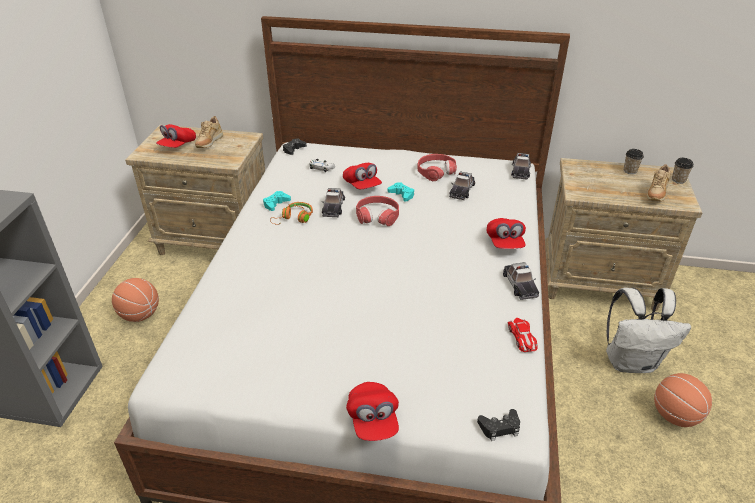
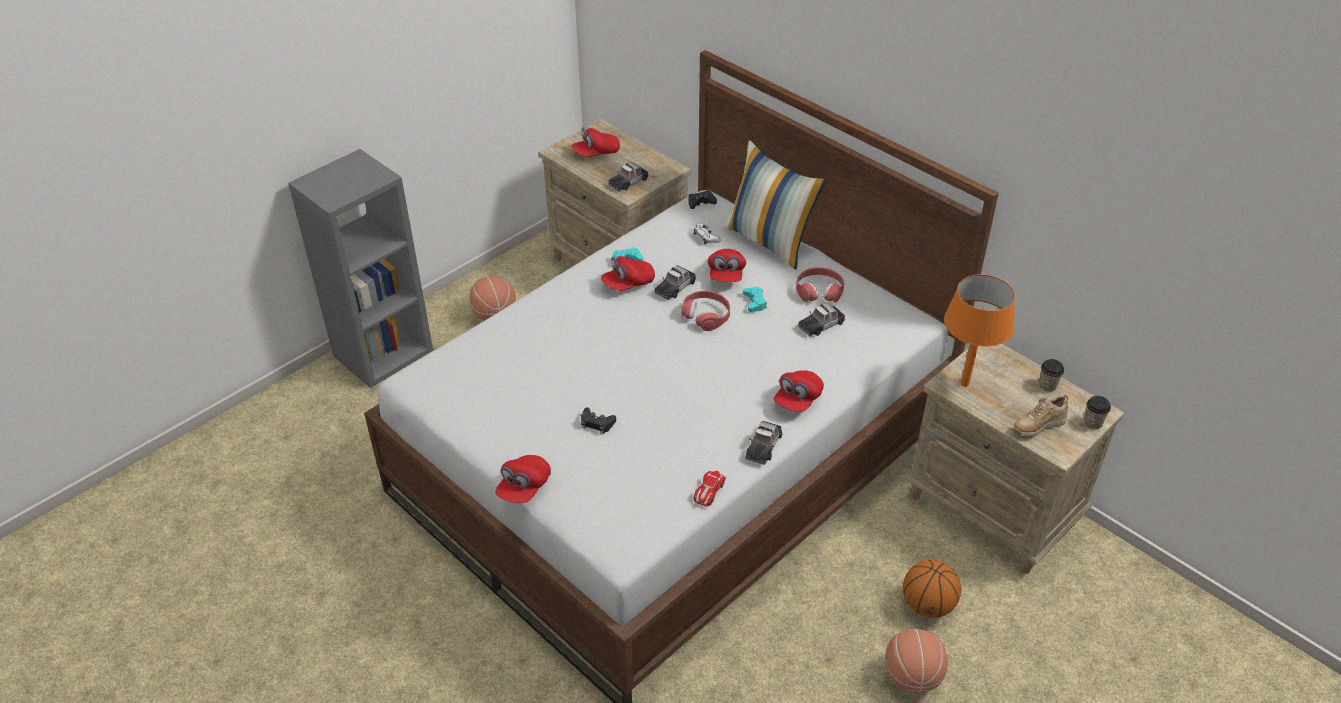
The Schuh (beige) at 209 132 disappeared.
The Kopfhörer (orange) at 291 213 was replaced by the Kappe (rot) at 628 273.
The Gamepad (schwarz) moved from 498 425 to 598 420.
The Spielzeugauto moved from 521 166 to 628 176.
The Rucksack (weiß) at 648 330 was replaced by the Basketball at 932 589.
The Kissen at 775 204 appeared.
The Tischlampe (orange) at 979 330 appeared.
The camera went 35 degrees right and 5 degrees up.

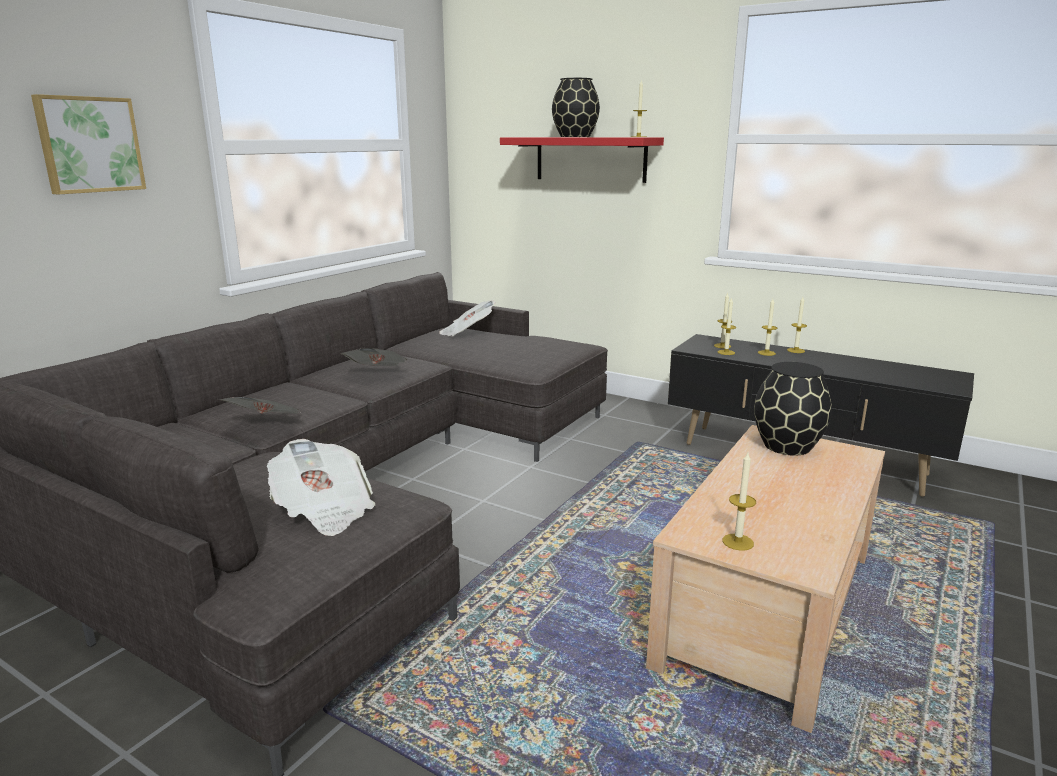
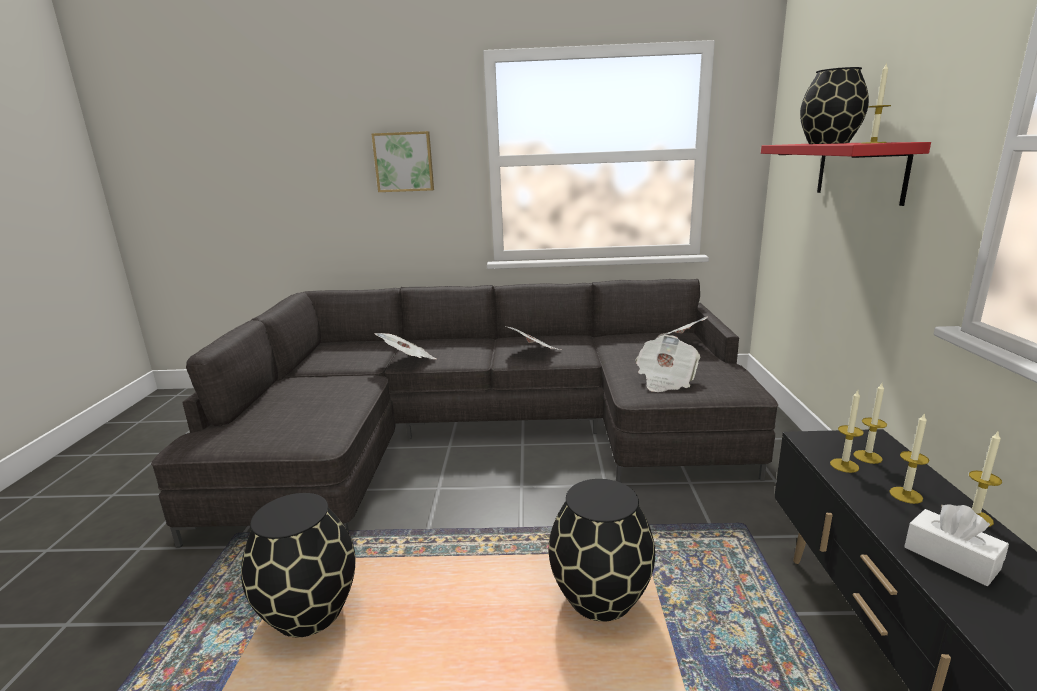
The Zeitung moved from 321 487 to 667 363.
The Kerze at 739 502 was replaced by the Vase (schwarz) at 298 565.
The Taschentuchbox (weiß) at 956 545 appeared.
The camera went 60 degrees right and 0 degrees up.

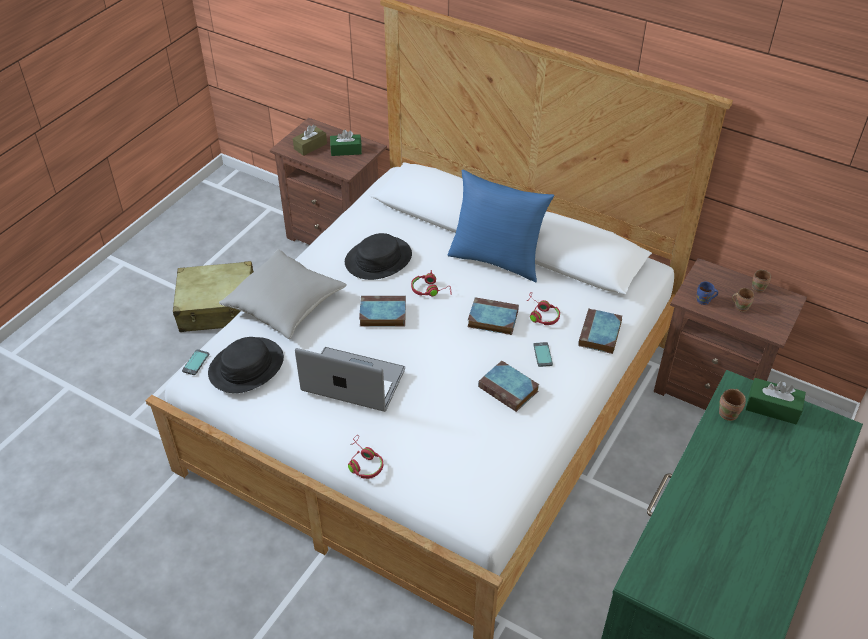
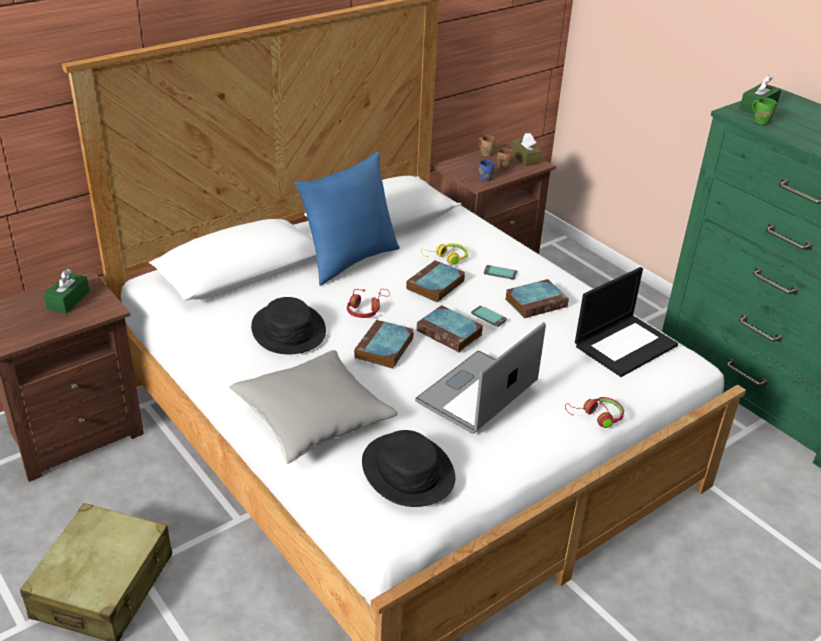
The Handy moved from 195 362 to 489 316.
The Taschentuchbox (braun) moved from 310 140 to 526 149.
The Kopfhörer (rot) at 543 309 became the Kopfhörer (gelb) at 444 254.
The Buch moved from 600 331 to 450 328.
The Henkelbecher (braun) at 732 405 became the Henkelbecher (grün) at 764 111.
The Laptop at 626 322 appeared.
The camera went 70 degrees left and 10 degrees down.

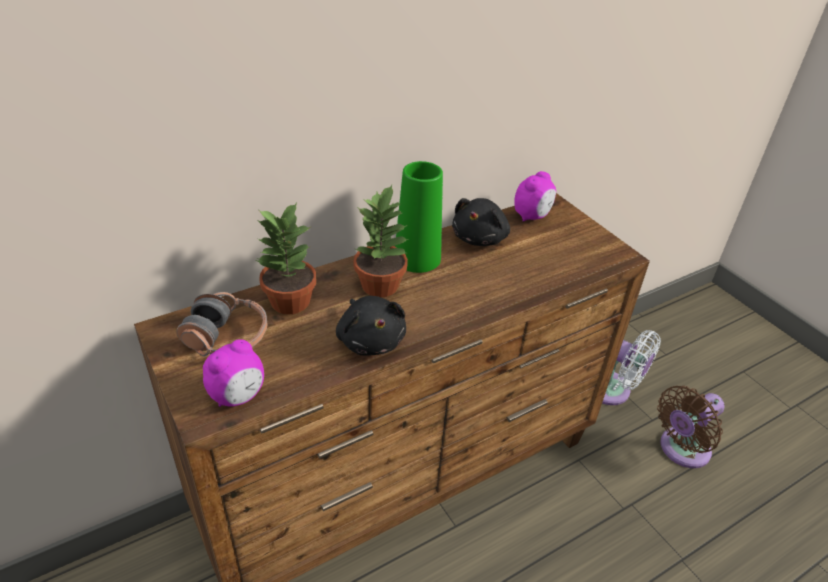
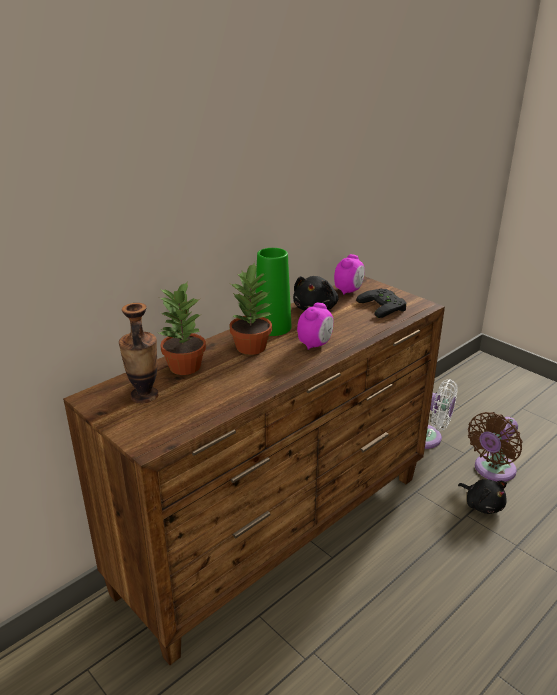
The Kopfhörer at 222 324 was replaced by the Vase at 139 353.
The Wecker moved from 233 373 to 315 326.
The Plüschtier (schwarz) moved from 371 325 to 482 496.
The Gamepad (schwarz) at 381 303 appeared.
The camera went 10 degrees left and 10 degrees down.

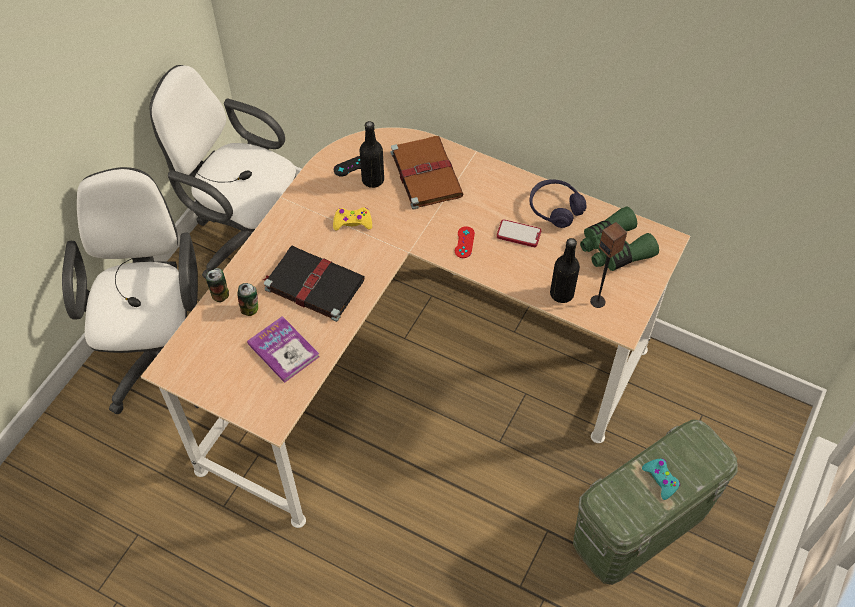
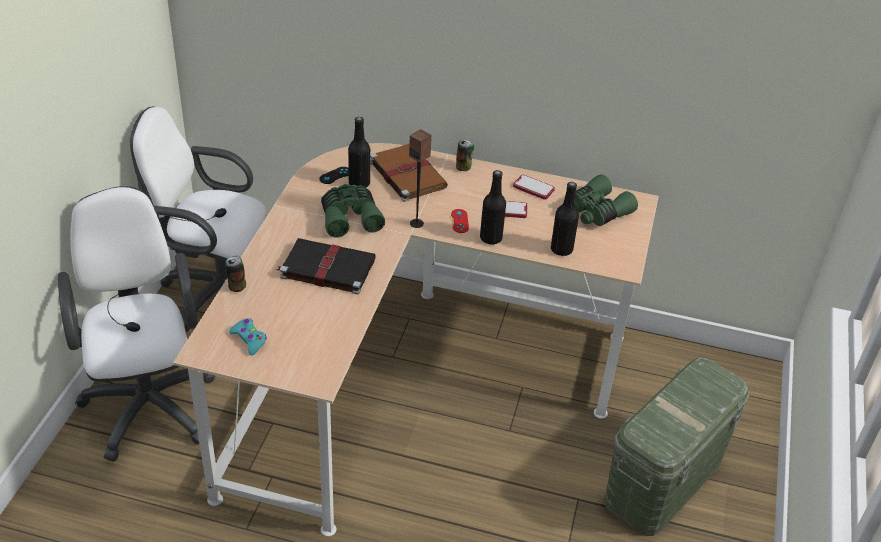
The Dose moved from 247 299 to 465 155.
The Buch at 283 349 disappeared.
The Gamepad (gelb) at 352 219 was replaced by the Fernglas (grün) at 353 211.
The Kopfhörer (lila) at 558 203 was replaced by the Handy at 534 187.
The Lautsprecher moved from 608 265 to 420 178.
The Gamepad (türkis) moved from 661 479 to 248 336.
The Flasche (schwarz) at 493 207 appeared.
The camera went 15 degrees left and 15 degrees down.

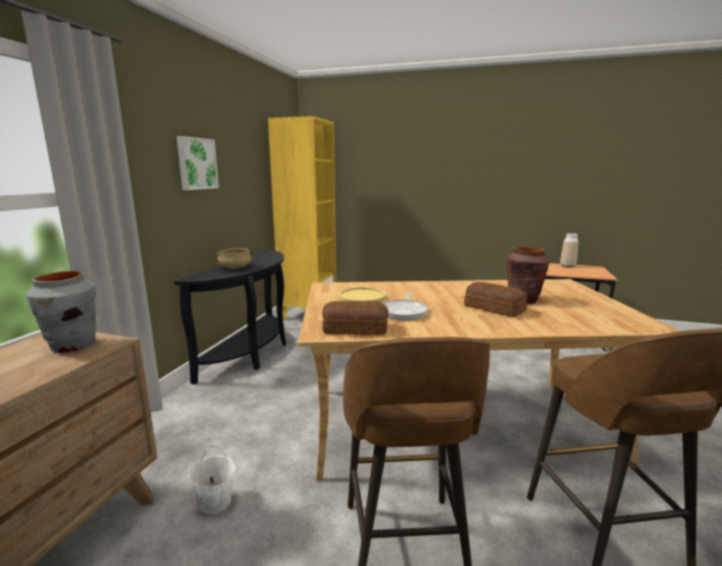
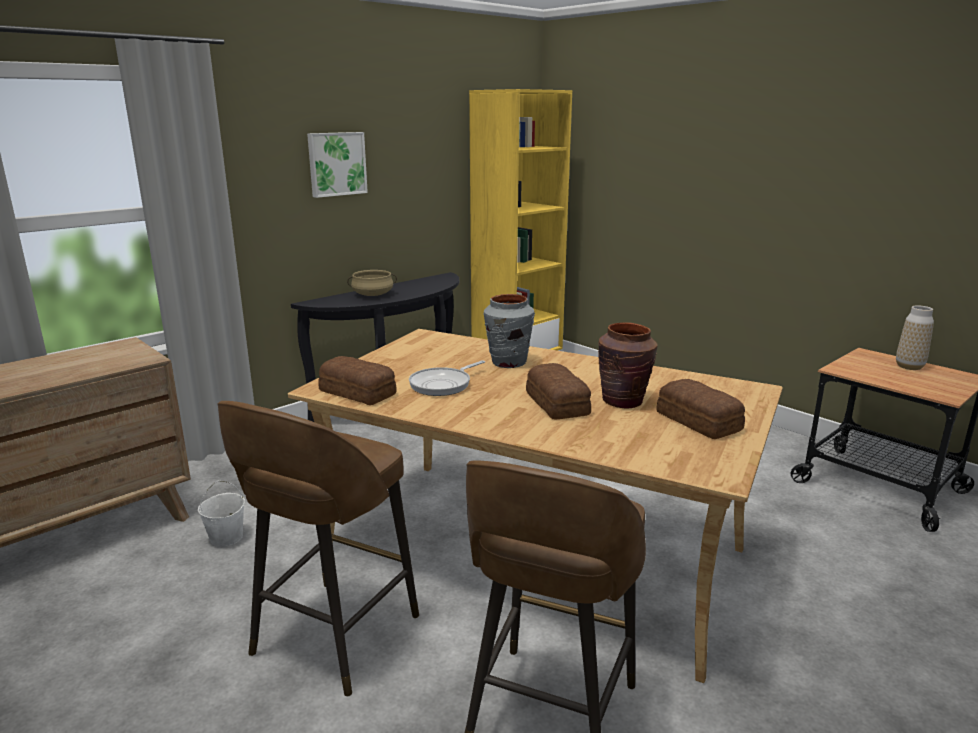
The Vase (grau) moved from 61 312 to 509 331.
The Teller (gelb) at 362 294 disappeared.
The Brot at 700 409 appeared.
The camera went 30 degrees right and 5 degrees up.

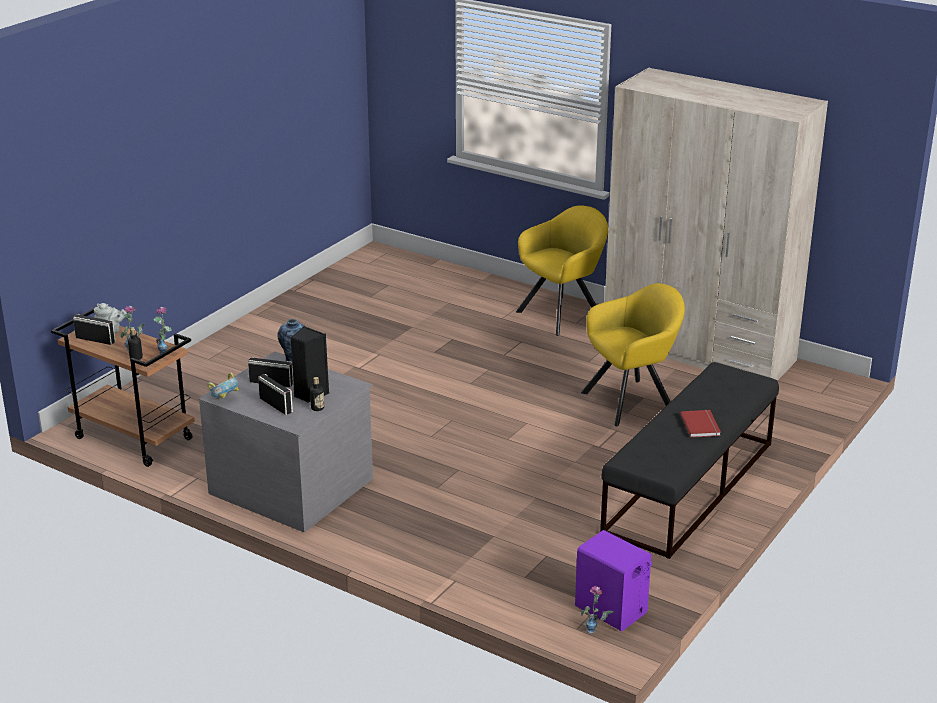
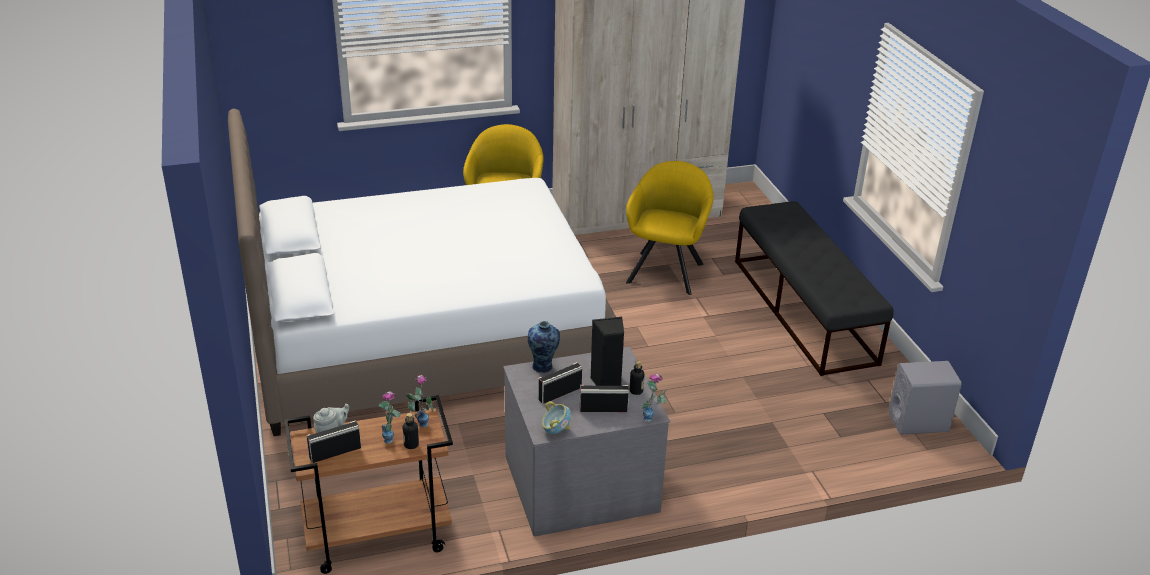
The Lautsprecher (lila) at 613 580 became the Lautsprecher (grau) at 925 398.
The Vase moved from 597 609 to 654 398.
The Buch (rot) at 700 423 disappeared.
The Bett (weiß) at 422 272 appeared.
The camera went 50 degrees left and 5 degrees up.

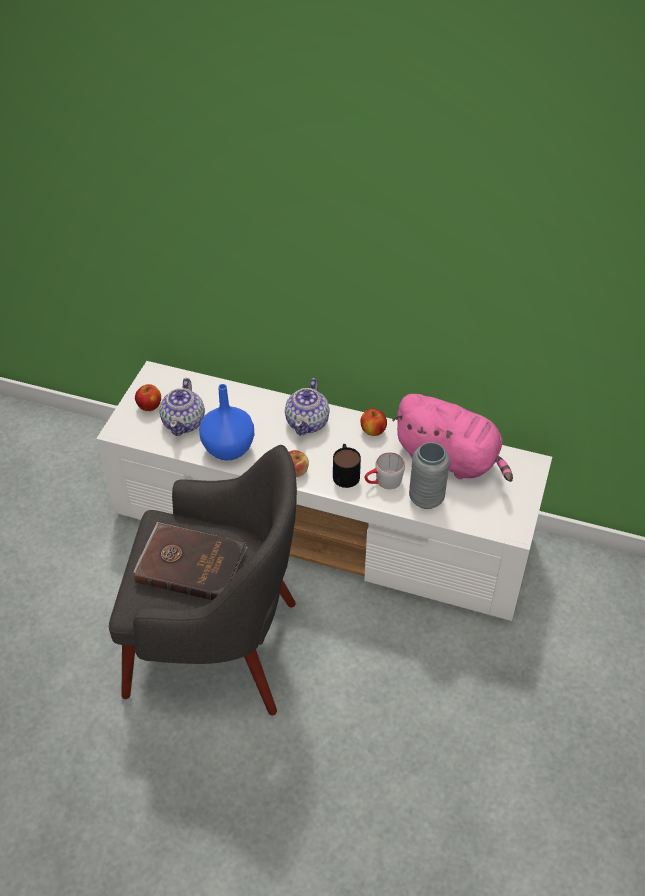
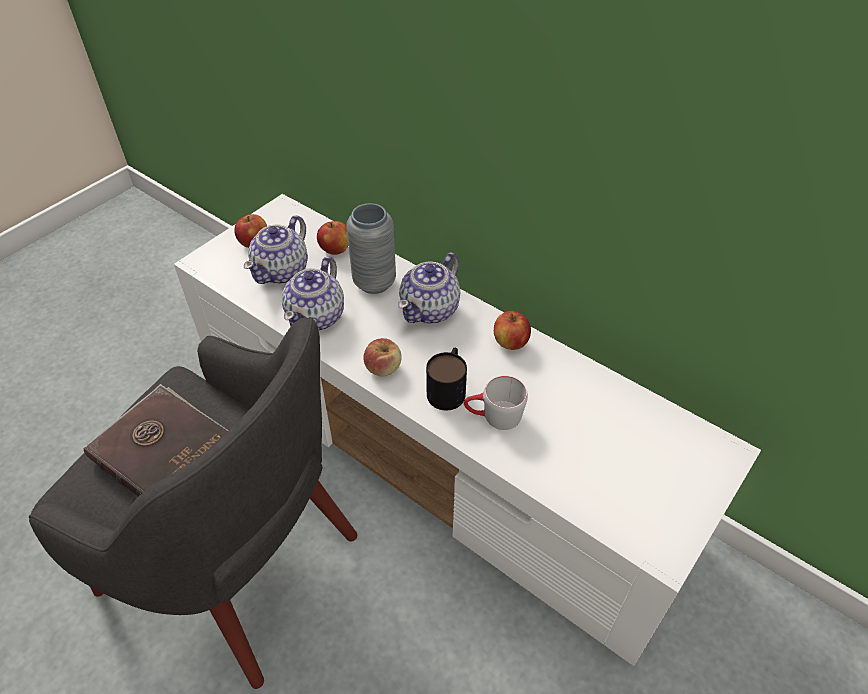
The Vase (blau) at 226 422 was replaced by the Teekanne at 313 293.
The Plüschtier (rosa) at 453 438 disappeared.
The Vase (grau) moved from 429 475 to 371 248.
The Apfel at 332 238 appeared.
The camera went 20 degrees right and 0 degrees up.

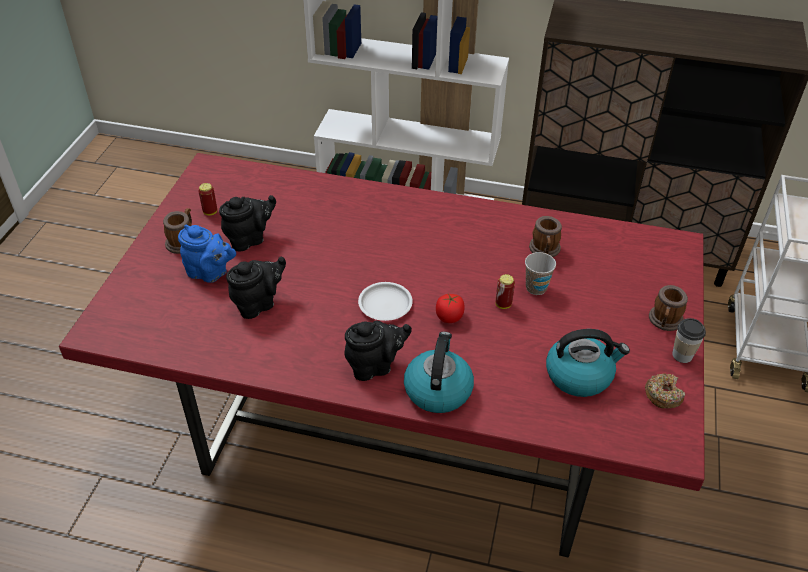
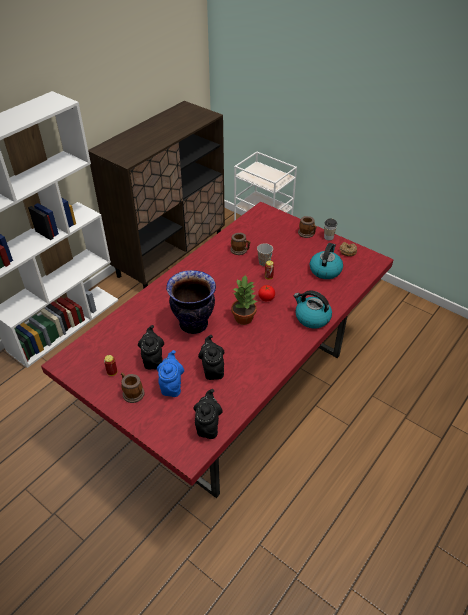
The Teekanne (blau) at 207 253 turned 45 degrees counterclockwise.
The Teekanne (schwarz) moved from 378 351 to 208 414.
The Teller (weiß) at 385 301 was replaced by the Topfpflanze at 244 300.
The Vase at 191 302 appeared.
The camera went 65 degrees left and 0 degrees up.

